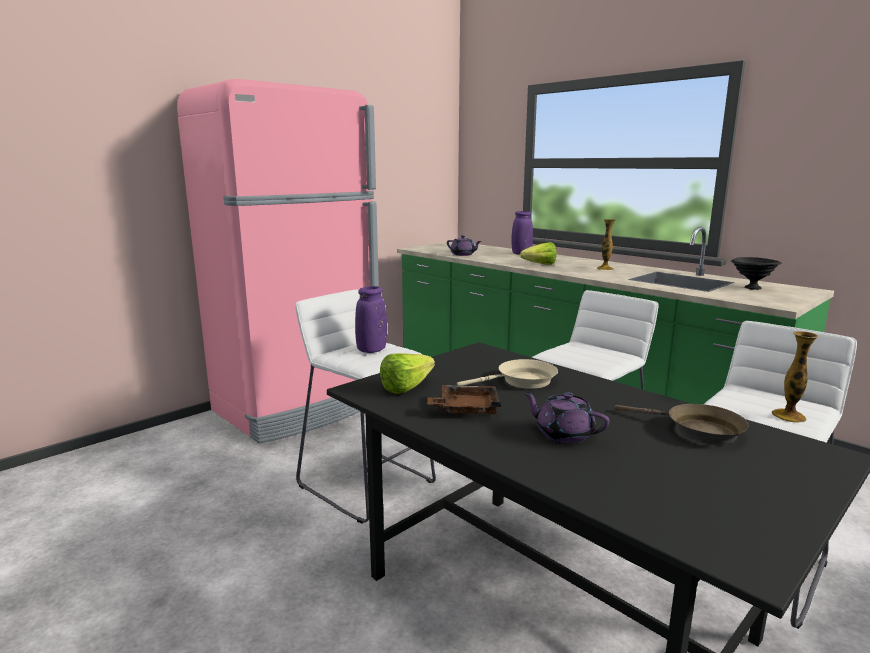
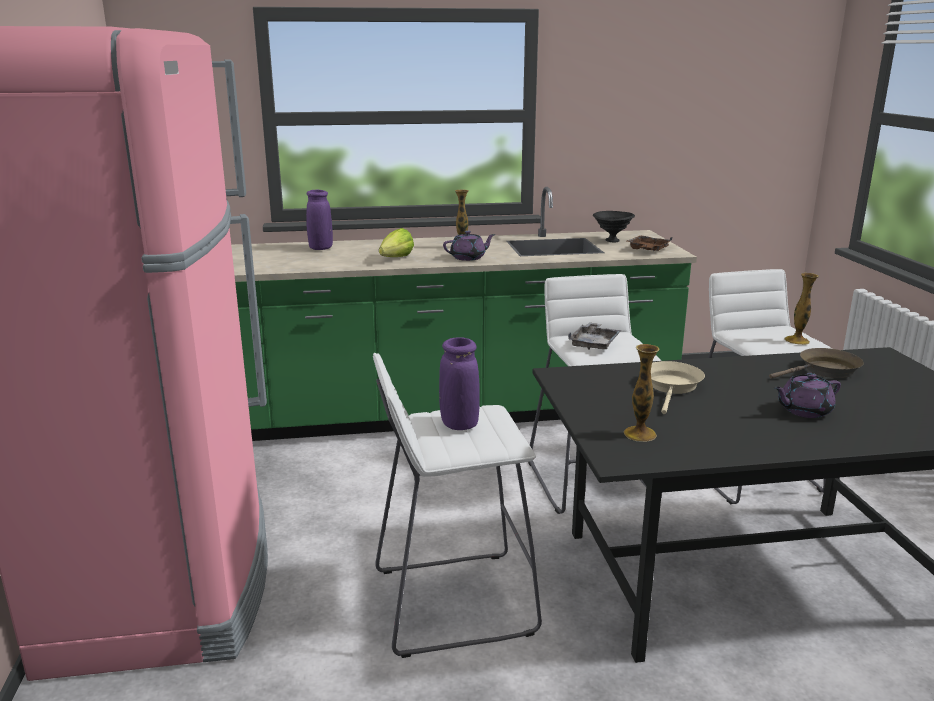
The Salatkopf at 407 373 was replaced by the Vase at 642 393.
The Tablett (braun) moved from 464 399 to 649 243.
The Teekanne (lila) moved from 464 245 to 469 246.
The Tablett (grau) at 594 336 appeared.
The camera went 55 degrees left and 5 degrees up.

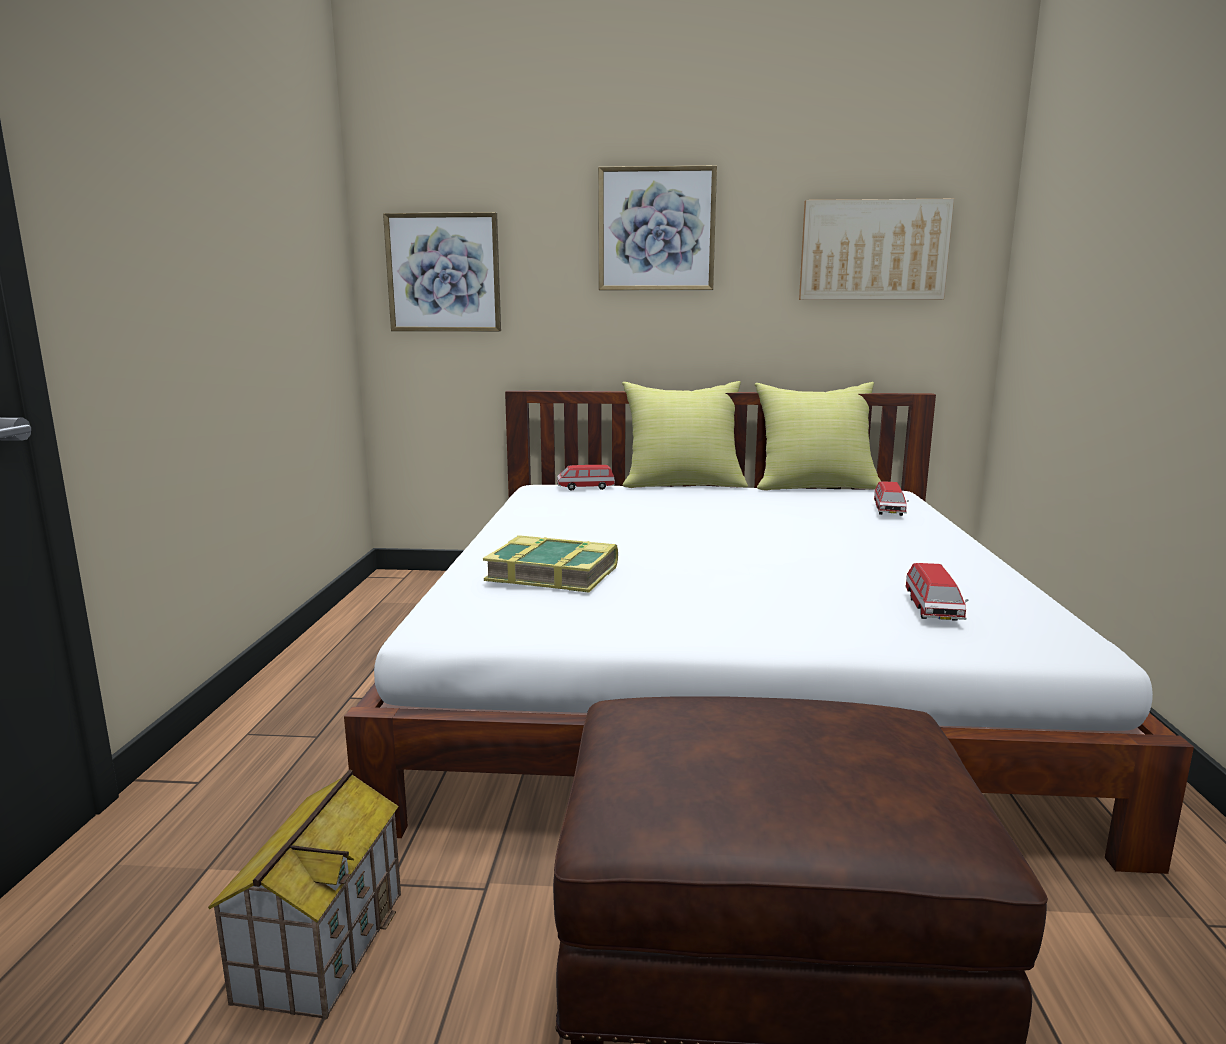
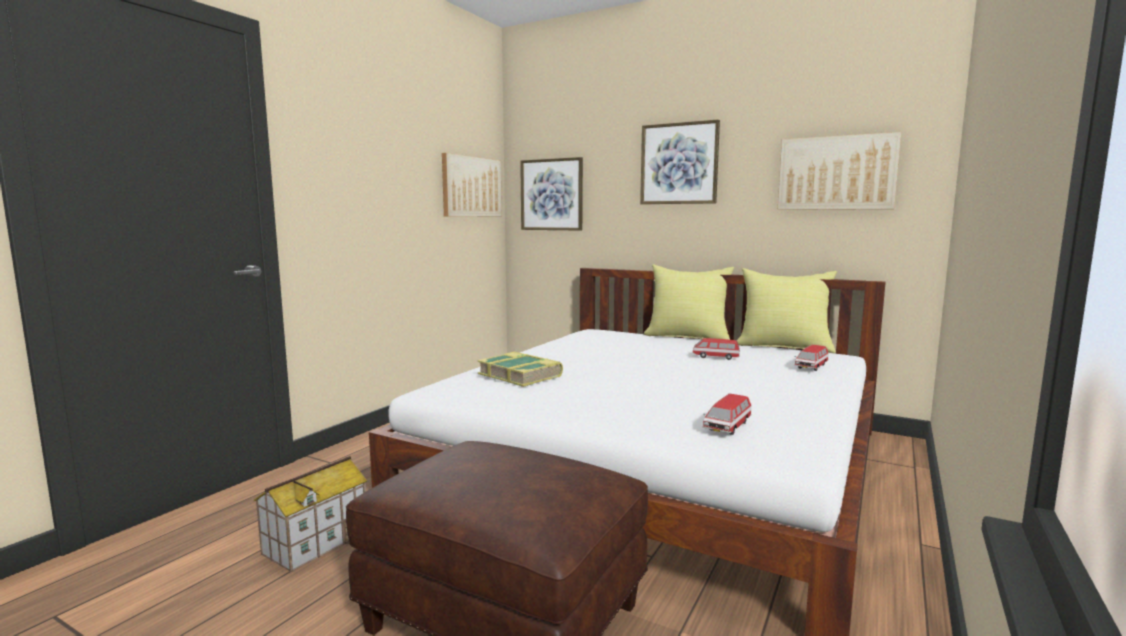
The Spielzeugauto moved from 586 478 to 716 349.
The Bild at 472 185 appeared.
The camera went 25 degrees right and 5 degrees down.

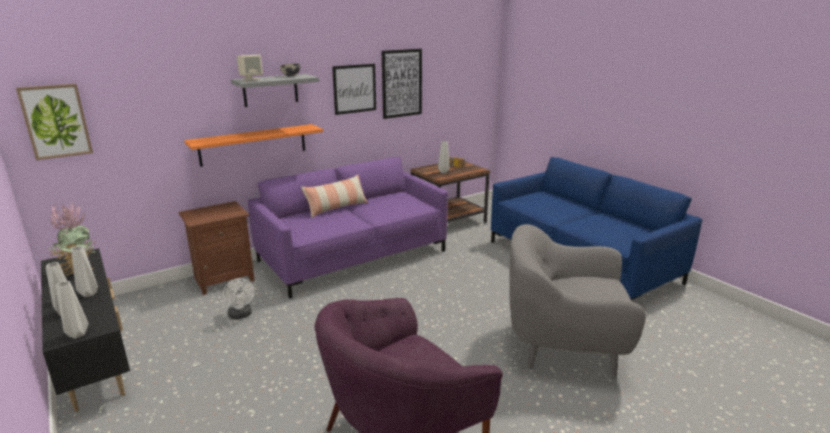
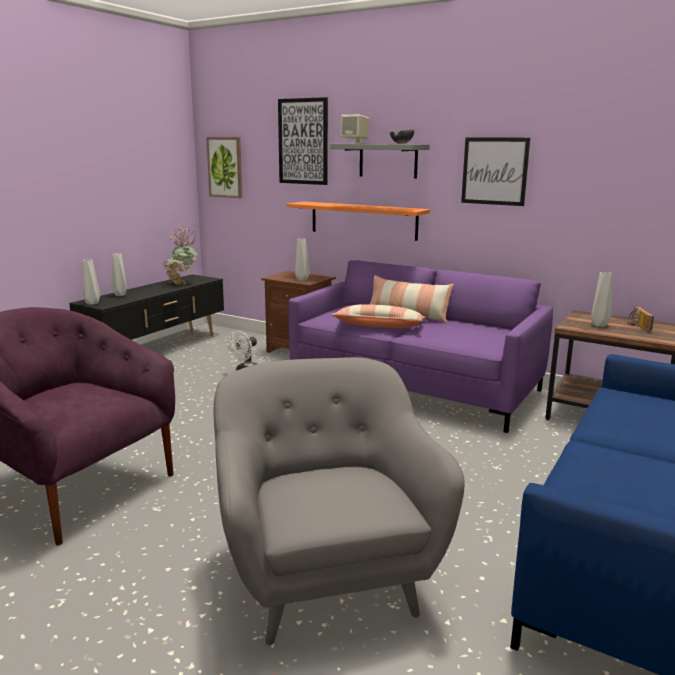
The Vase (grau) moved from 84 271 to 302 259.
The Bild moved from 402 84 to 303 141.
The Kissen at 378 316 appeared.
The camera went 65 degrees right and 5 degrees down.

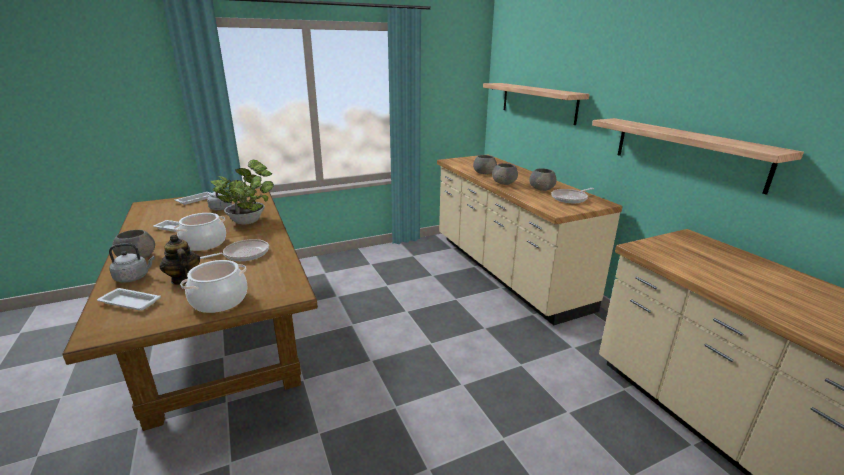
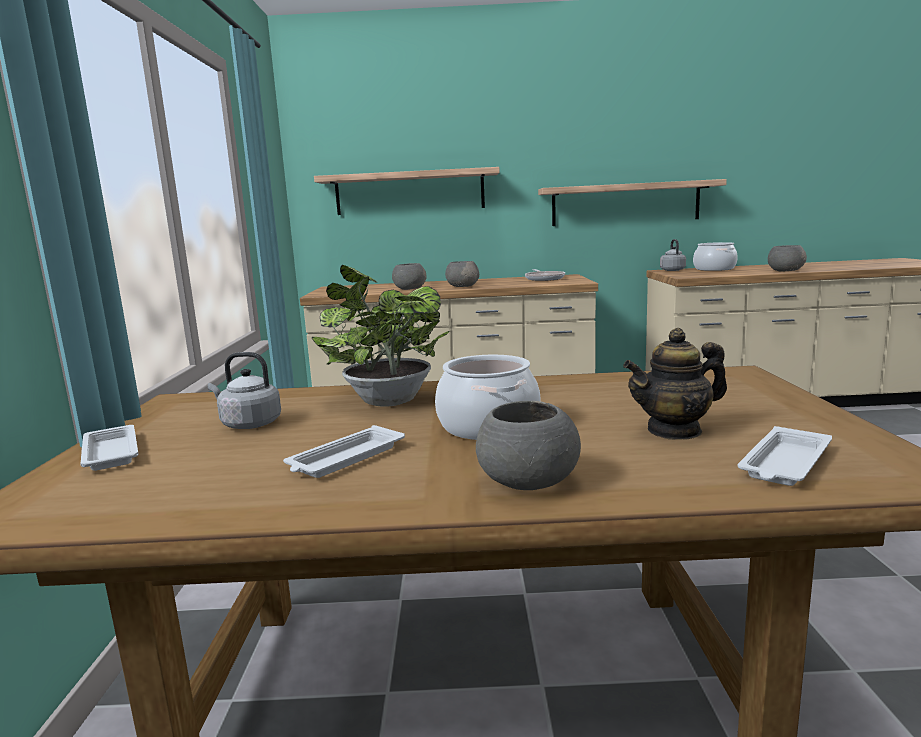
The Wasserkessel (grau) moved from 132 263 to 673 255.
The Kochtopf moved from 214 286 to 715 256.
The Pfanne at 234 250 disappeared.
The Schüssel (grau) moved from 543 179 to 787 258.
The camera went 65 degrees left and 10 degrees down.

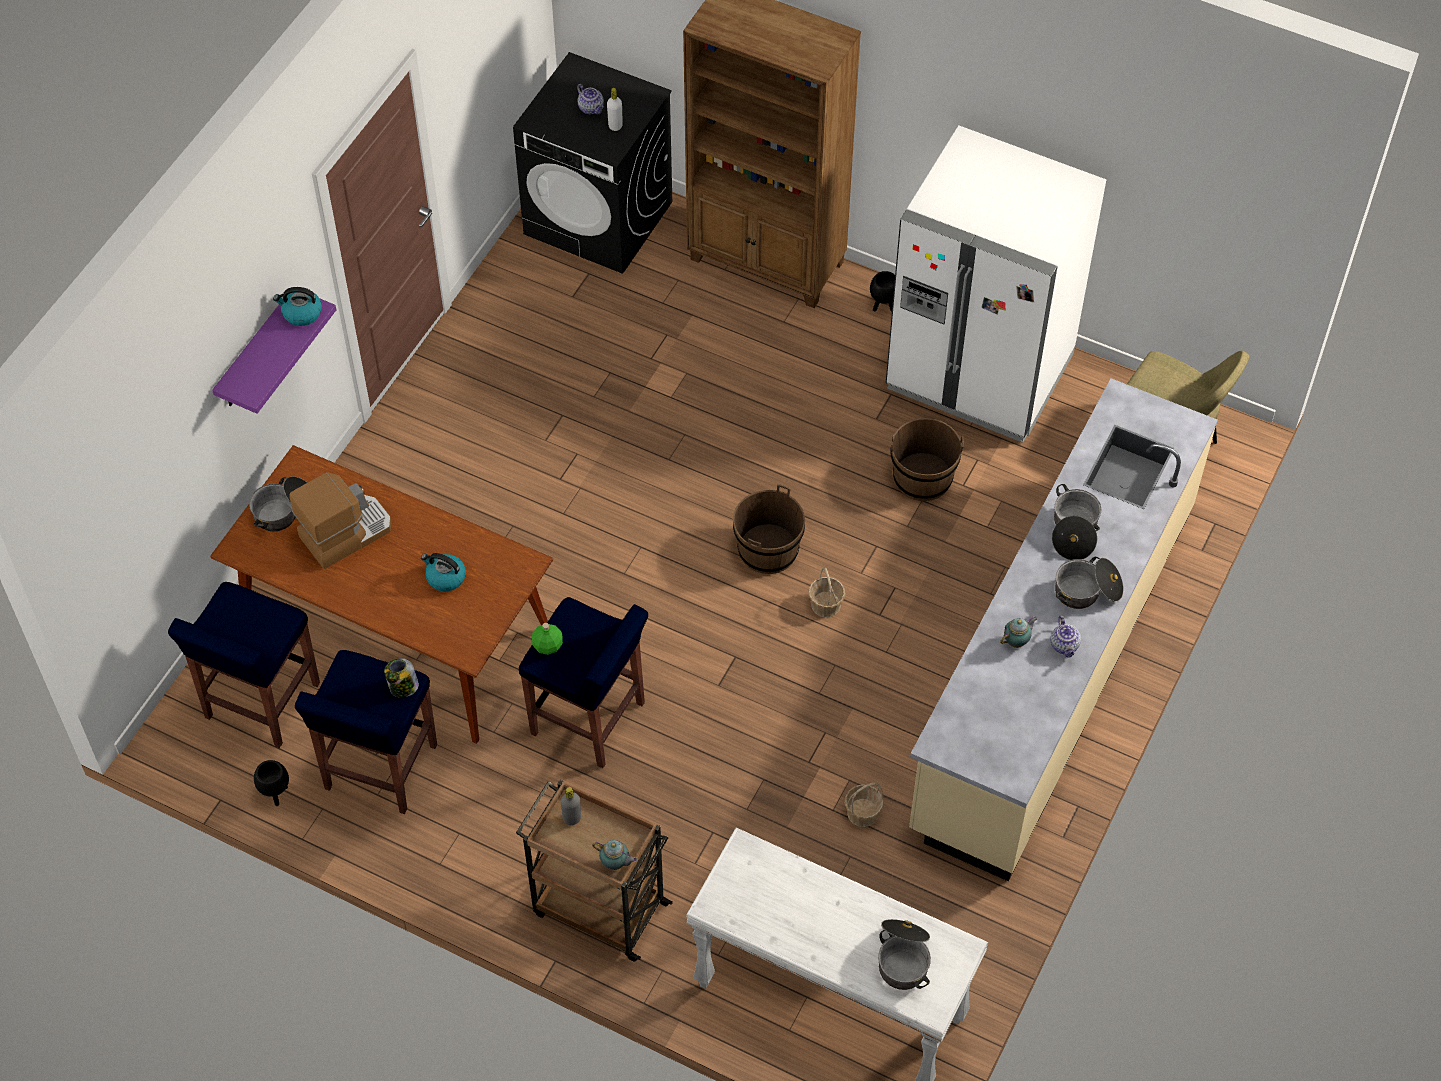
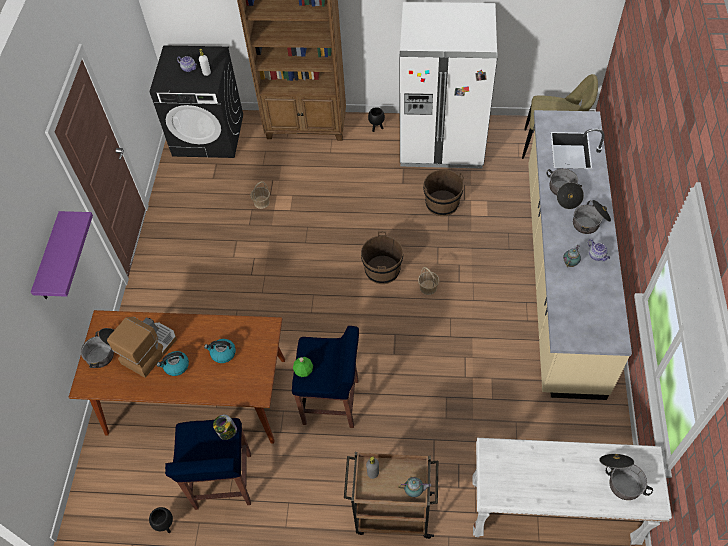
The Hocker (blau) at 244 665 disappeared.
The Wasserkessel moved from 297 306 to 173 363.
The Korb moved from 864 804 to 260 195.
The camera went 20 degrees left and 0 degrees up.

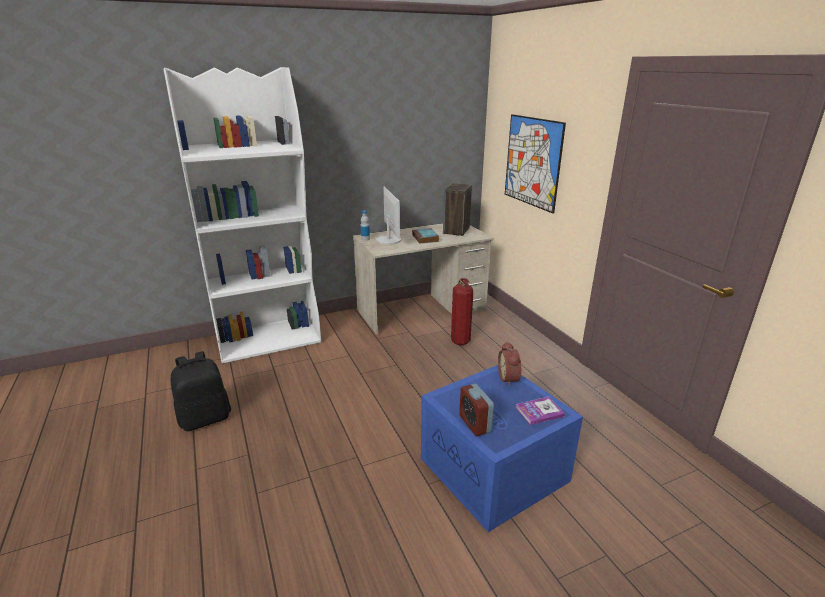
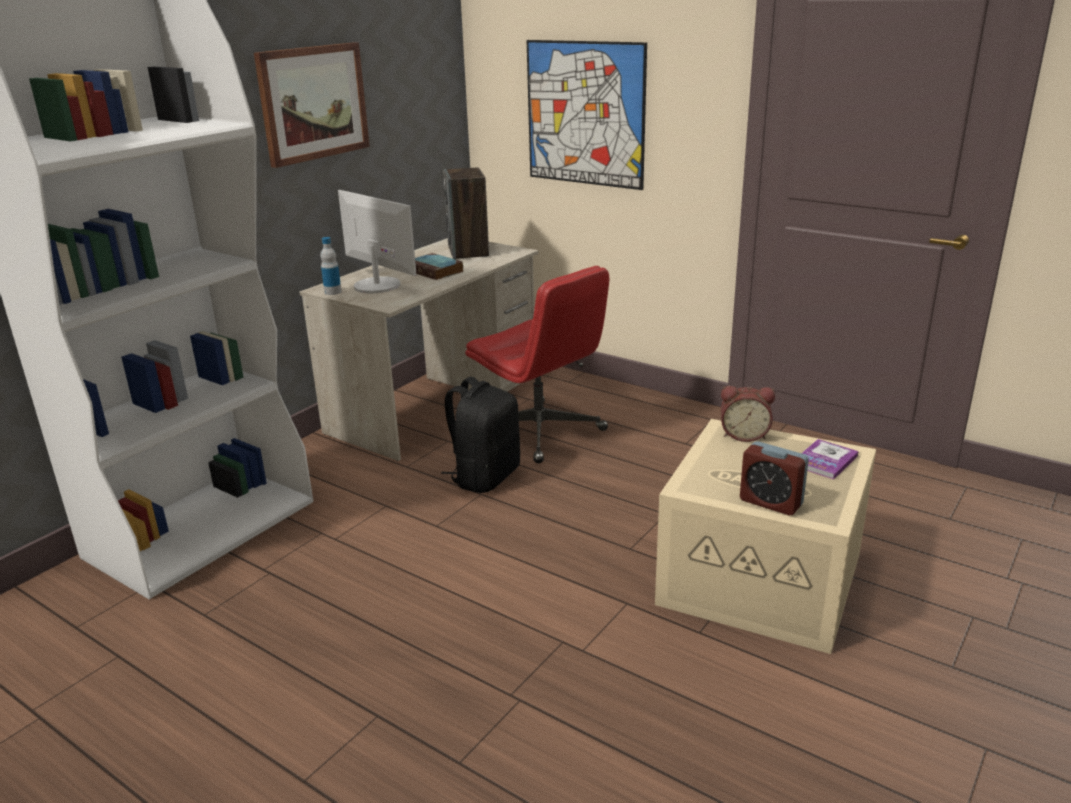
The Rucksack (schwarz) moved from 201 391 to 480 435.
The Aufbewahrungsbox (blau) at 502 448 became the Aufbewahrungsbox (beige) at 765 536.
The Feuerlöscher at 462 311 was replaced by the Bürostuhl (rot) at 537 364.
The Wecker at 509 364 turned 45 degrees counterclockwise.
The Bild at 312 105 appeared.
The camera went 30 degrees left and 0 degrees up.

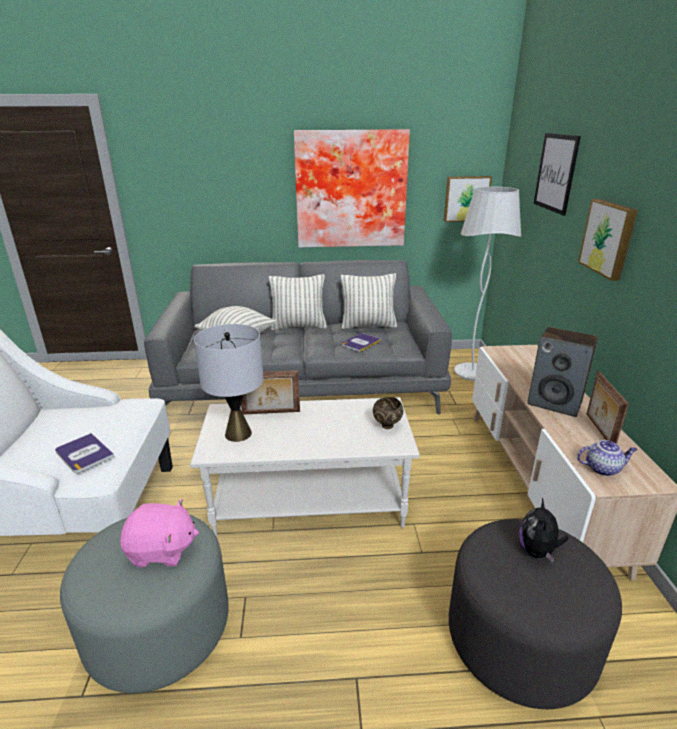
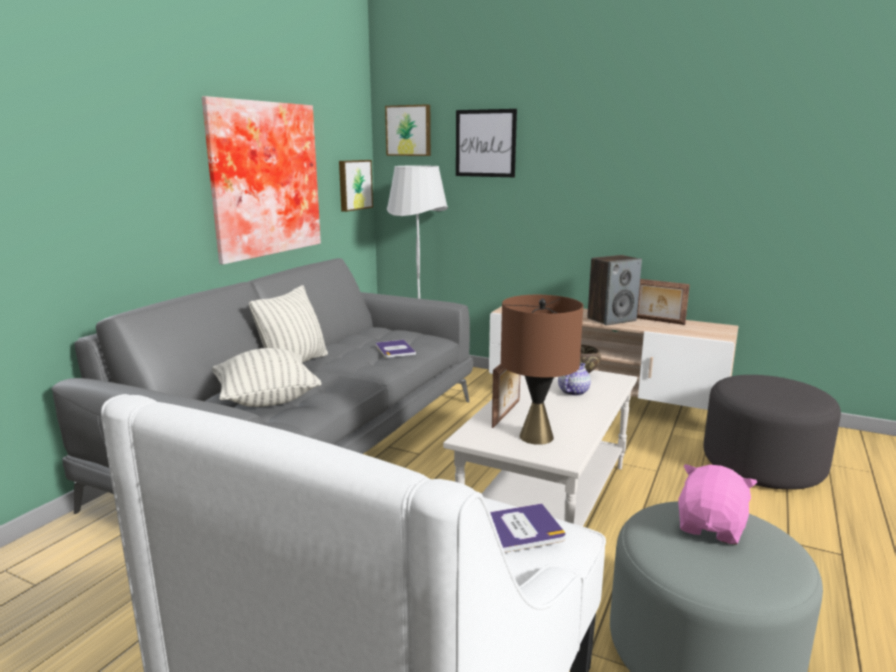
The Tischlampe (grau) at 229 383 became the Tischlampe (braun) at 542 370.
The Kissen at 368 301 disappeared.
The Plüschtier at 543 530 disappeared.
The Teekanne moved from 607 458 to 574 379.
The Bild moved from 608 240 to 408 130.
The camera went 60 degrees left and 10 degrees down.

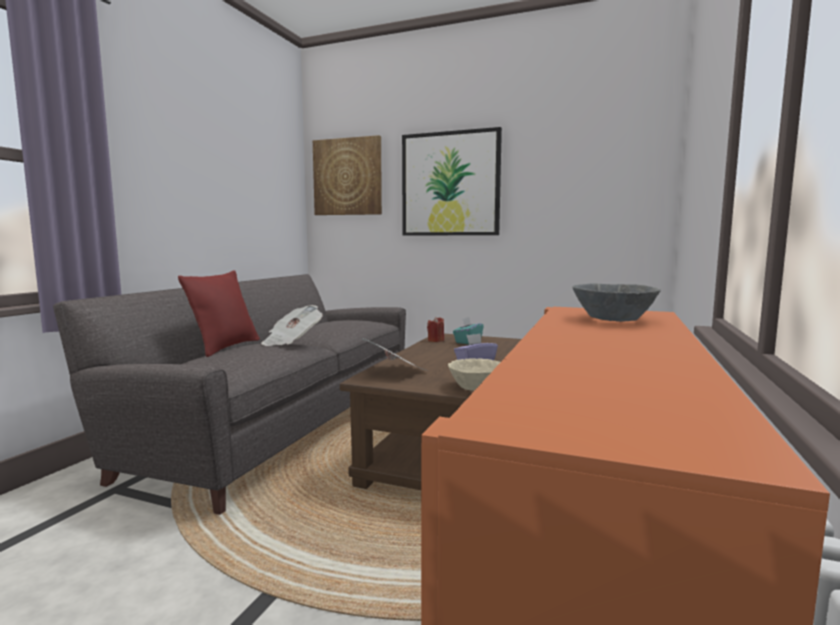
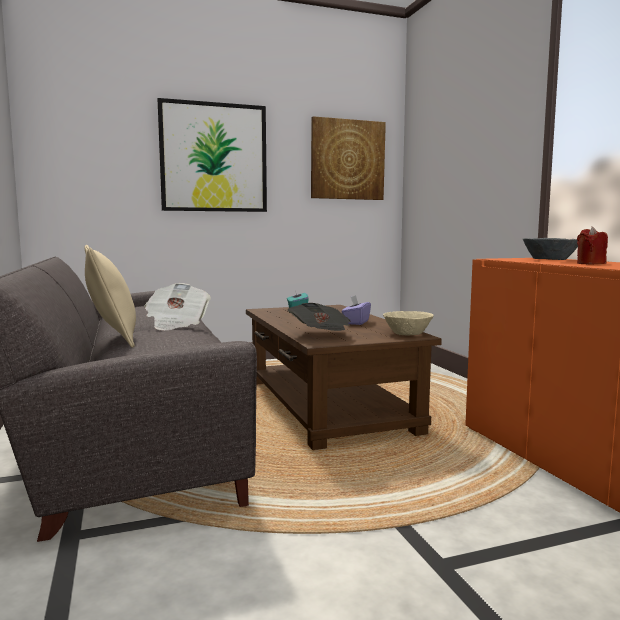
The Kissen (rot) at 219 314 became the Kissen (beige) at 110 296.
The Bild moved from 347 175 to 348 158.
The Kerze (rot) moved from 435 329 to 592 246.
The camera went 40 degrees left and 0 degrees up.

